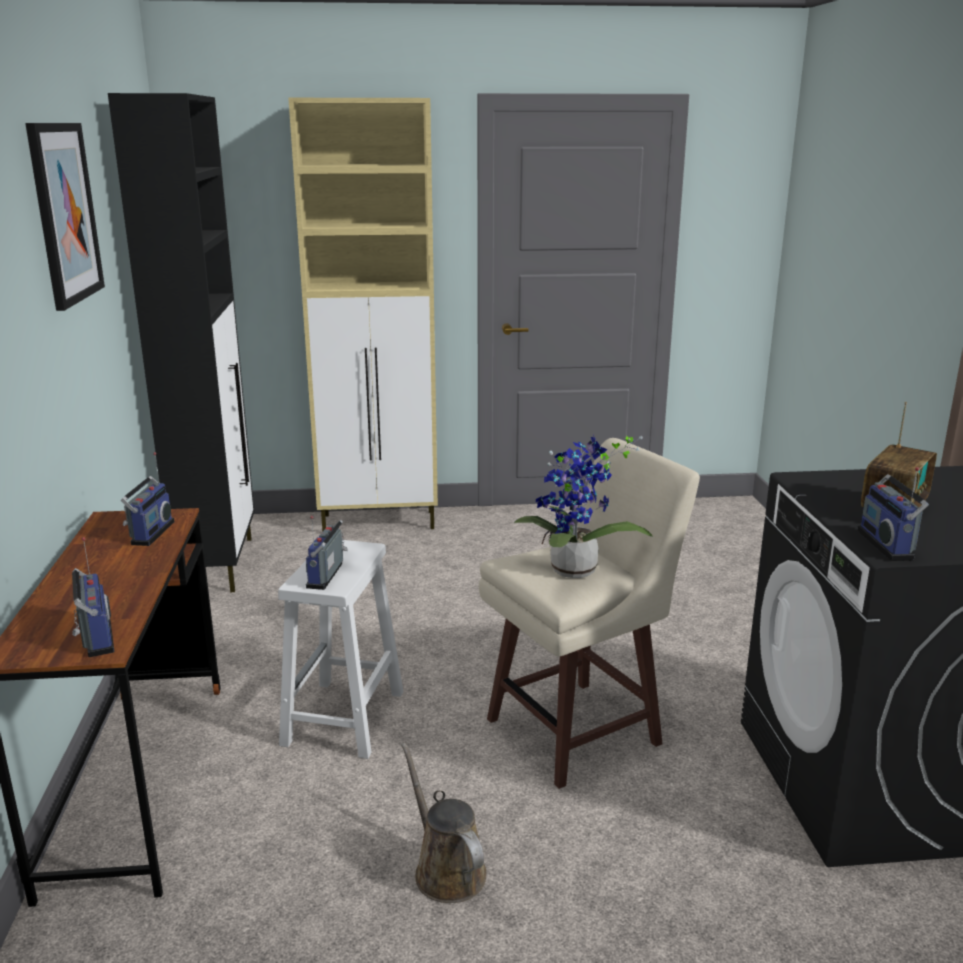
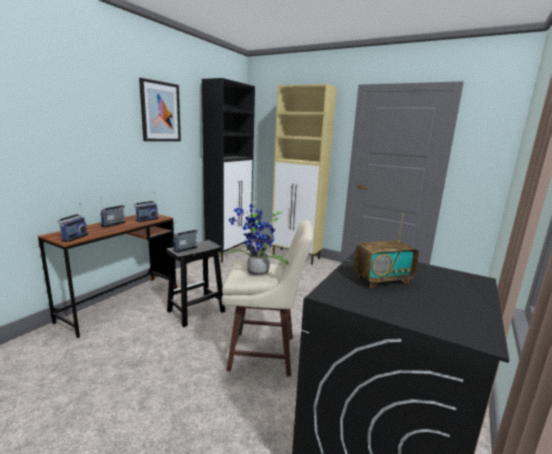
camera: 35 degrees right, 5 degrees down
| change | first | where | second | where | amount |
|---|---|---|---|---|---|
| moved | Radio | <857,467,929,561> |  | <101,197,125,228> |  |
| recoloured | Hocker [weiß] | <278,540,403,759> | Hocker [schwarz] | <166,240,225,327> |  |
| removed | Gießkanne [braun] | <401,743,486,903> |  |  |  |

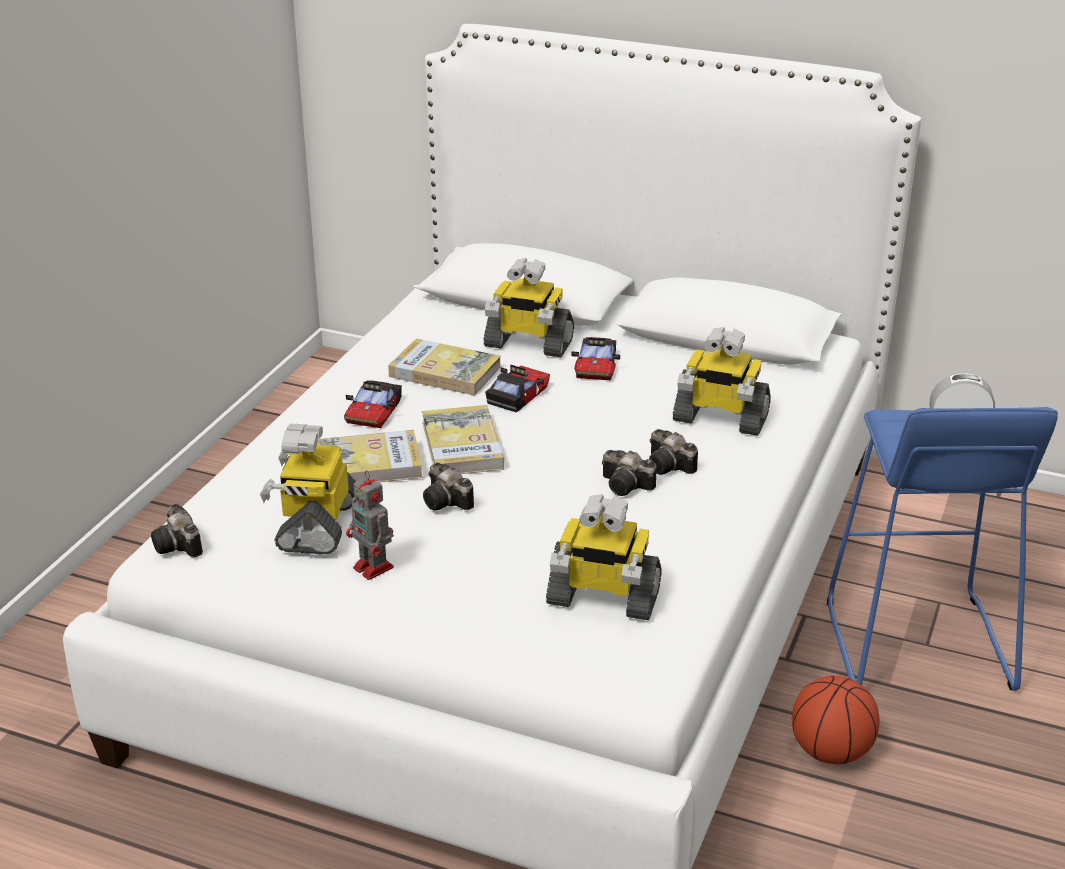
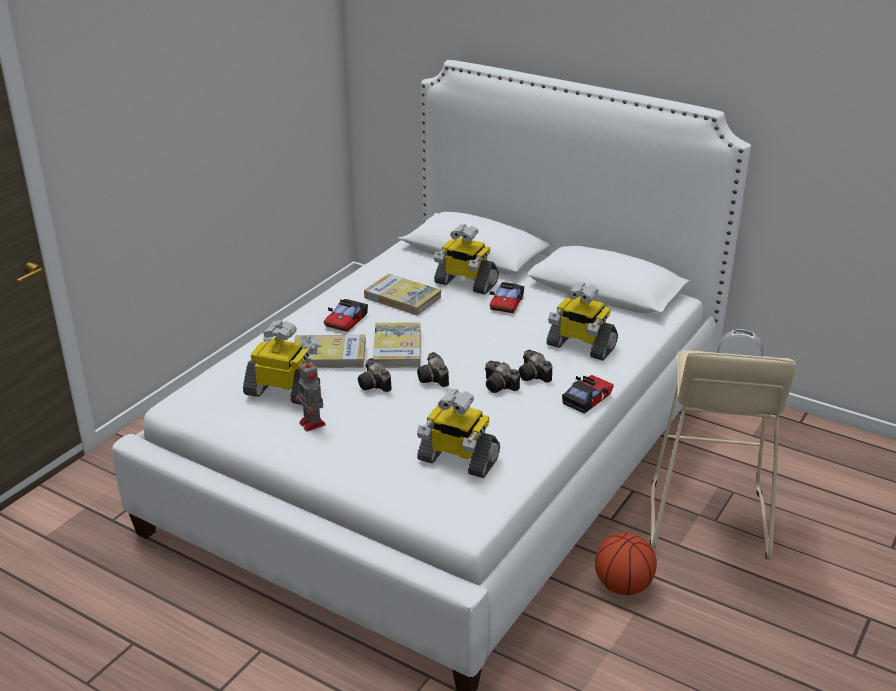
camera: 10 degrees right, 0 degrees up
| change | first | where | second | where | amount |
|---|---|---|---|---|---|
| turned | Spielzeugroboter | <260,424,356,555> |  | <243,320,320,405> | 90 degrees clockwise |
| moved | Kamera | <151,504,203,557> |  | <417,352,449,387> |  |
| moved | Spielzeugauto | <485,365,550,413> |  | <562,375,614,414> |  |
| recoloured | Hocker [blau] | <827,407,1058,691> | Hocker [beige] | <649,350,796,560> |  |

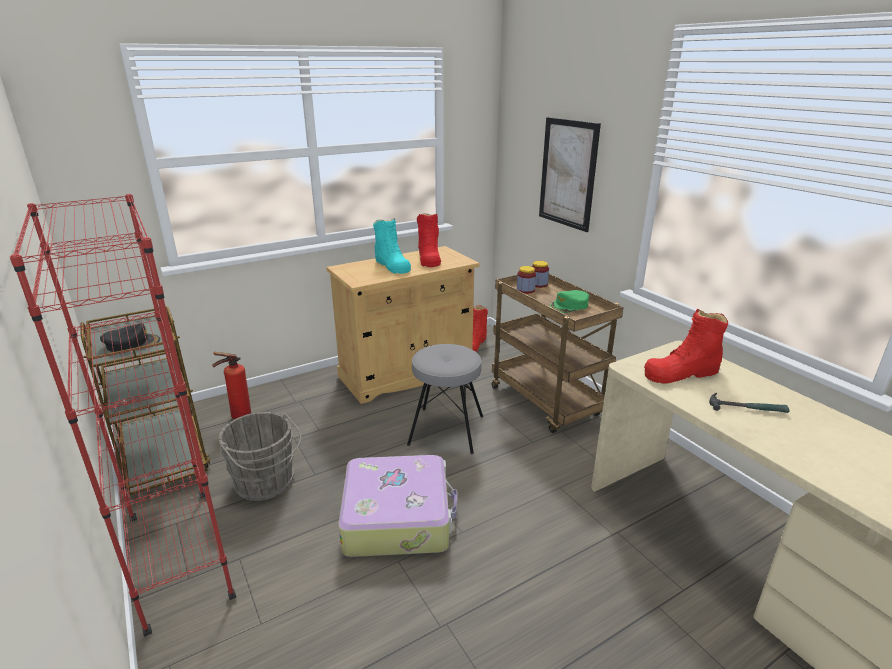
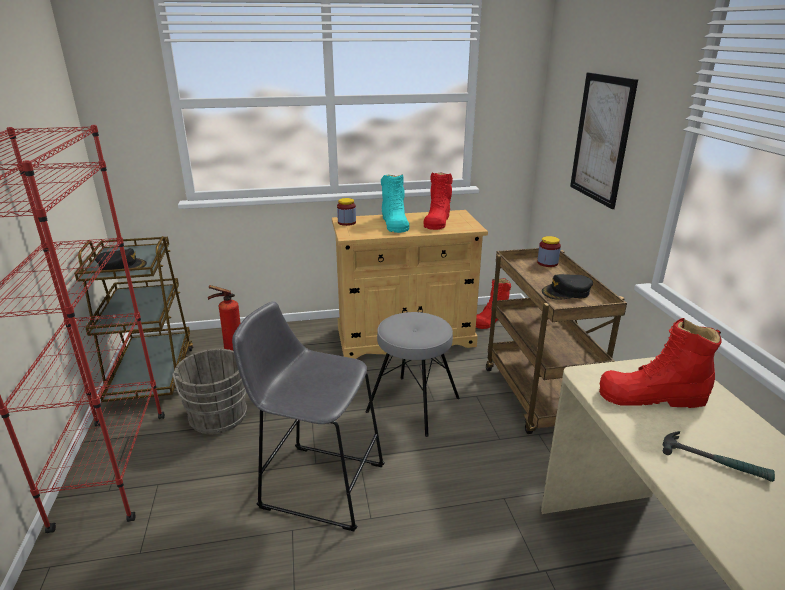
camera: 20 degrees right, 0 degrees up
| change | first | where | second | where | amount |
|---|---|---|---|---|---|
| replaced | Koffer | <338,455,457,557> | Hocker [grau] | <232,302,385,531> |  |
| moved | Vorratsglas | <517,266,536,294> |  | <337,198,356,226> |  |
| recoloured | Kappe [grün] | <550,290,589,313> | Kappe [schwarz] | <542,274,593,300> |  |

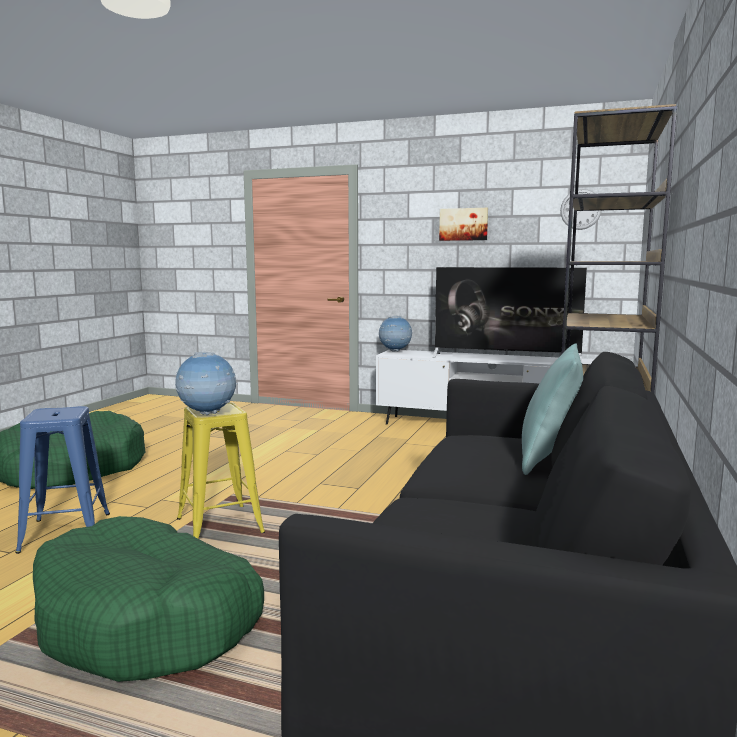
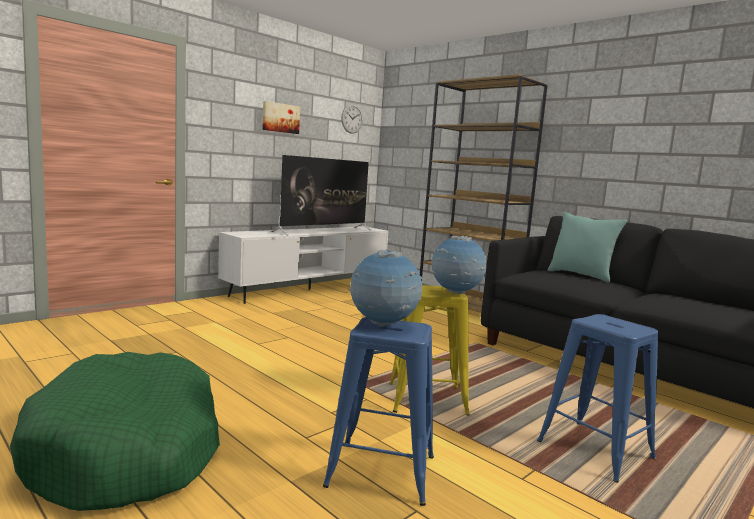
camera: 65 degrees left, 0 degrees up
| change | first | where | second | where | amount |
|---|---|---|---|---|---|
| moved | Globus | <379,316,413,352> |  | <348,249,422,327> |  |
| replaced | Hundebett [grün] | <33,516,264,682> | Hocker [blau] | <537,314,658,483> |  |

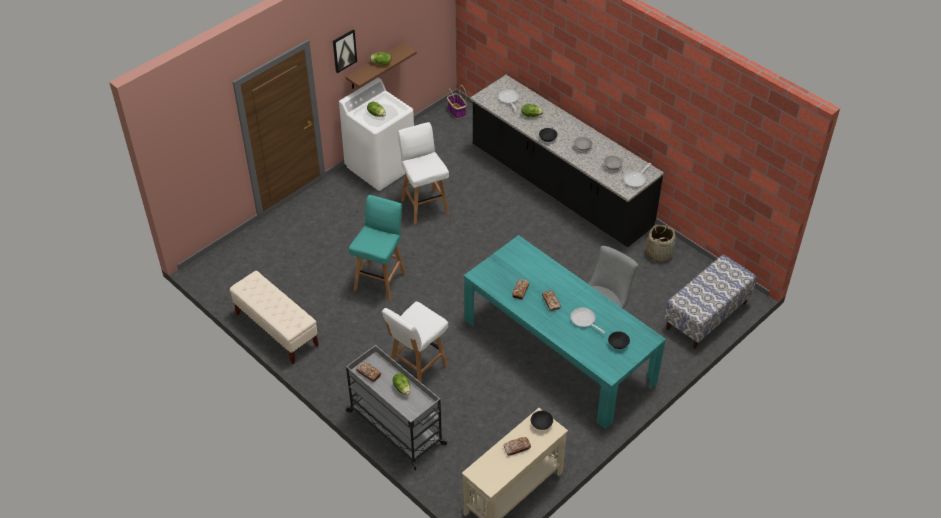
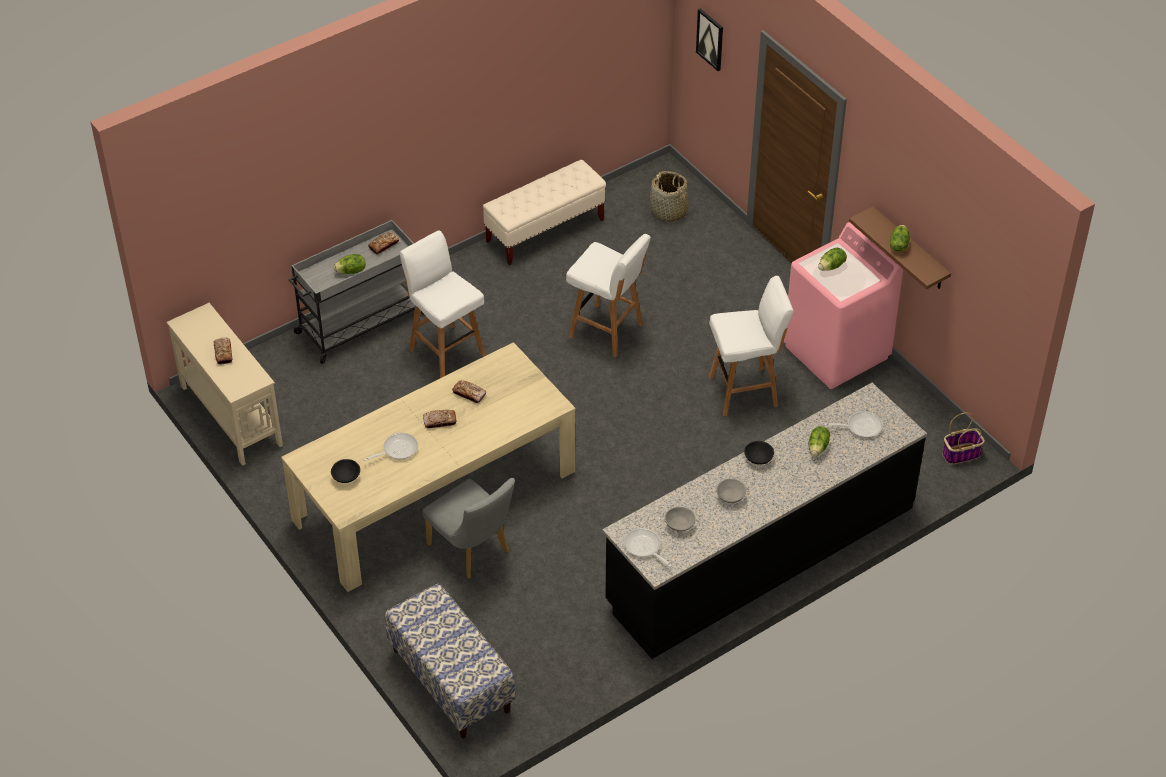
camera: 100 degrees right, 0 degrees up
| change | first | where | second | where | amount |
|---|---|---|---|---|---|
| recoloured | Esstisch [türkis] | <464,235,666,429> | Esstisch [beige] | <281,342,575,592> |  |
| recoloured | Hocker [türkis] | <349,195,406,301> | Hocker [weiß] | <566,234,651,357> |  |
| moved | Korb | <646,225,676,262> |  | <650,171,690,222> |  |
| moved | Bild | <333,30,357,73> |  | <696,8,723,71> |  |
| recoloured | Waschmaschine [weiß] | <339,78,414,191> | Waschmaschine [rosa] | <784,222,903,389> |  |
| removed | Schüssel [schwarz] | <531,411,553,430> |  |  |  |

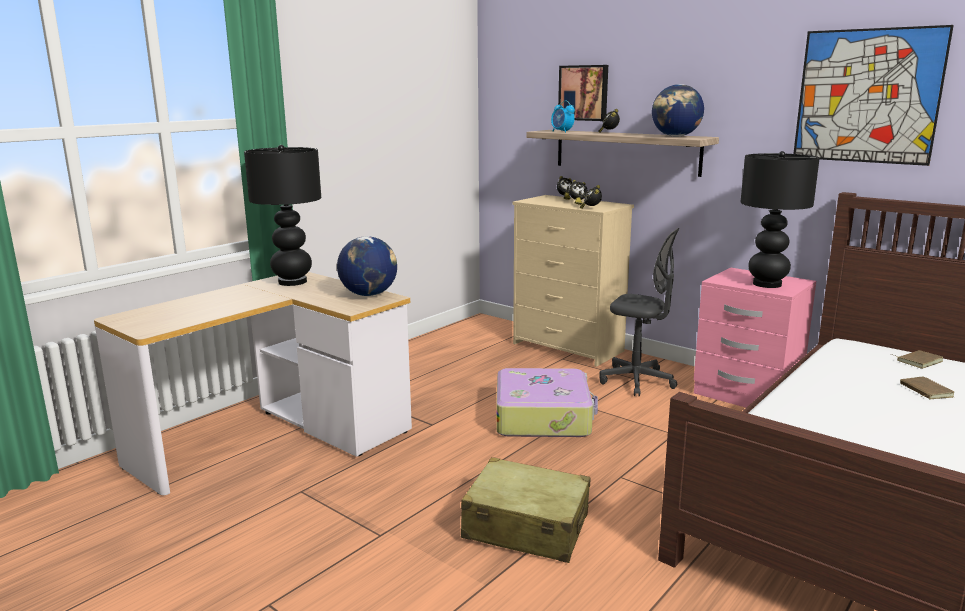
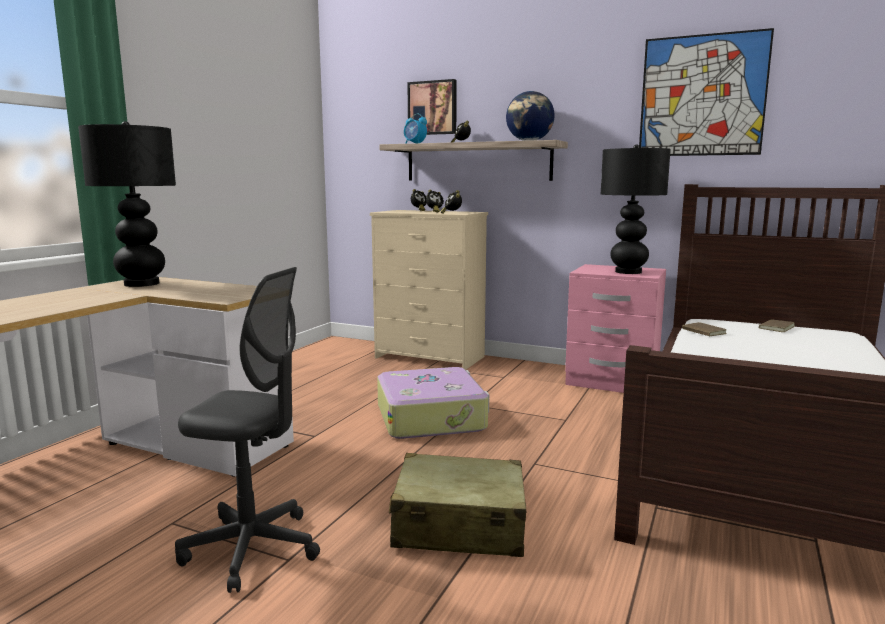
camera: 15 degrees left, 5 degrees down
| change | first | where | second | where | amount |
|---|---|---|---|---|---|
| moved | Bürostuhl [grau] | <600,228,679,397> |  | <175,267,320,593> |  |
| moved | Buch [braun] | <900,377,954,399> |  | <682,322,727,336> |  |
| removed | Globus | <337,236,397,296> |  |  |  |

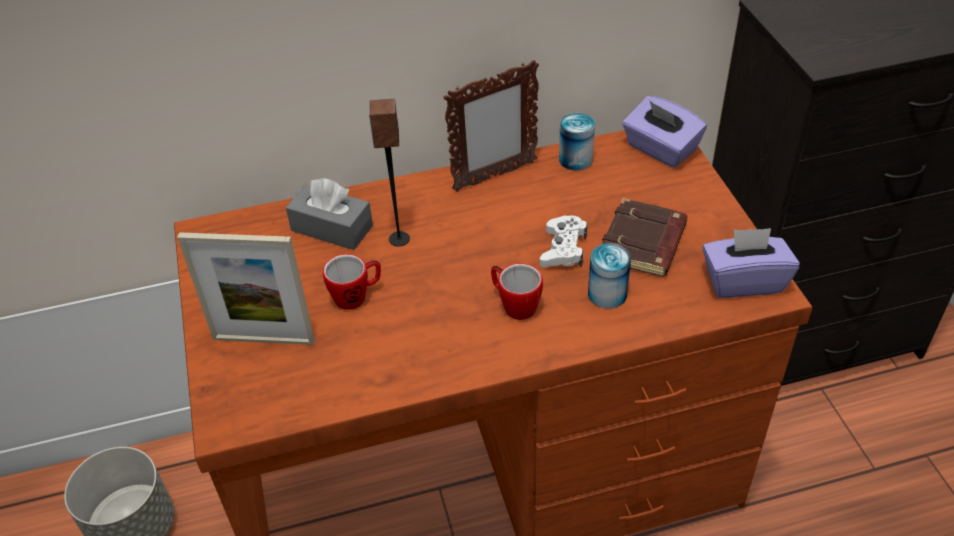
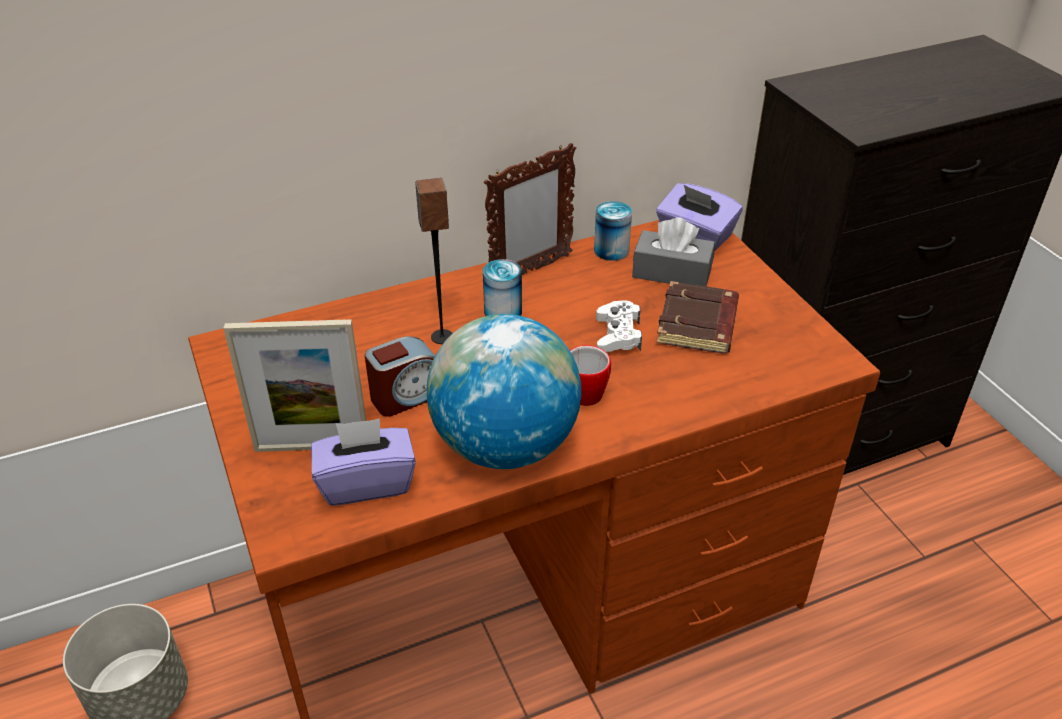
camera: 10 degrees left, 5 degrees down
| change | first | where | second | where | amount |
|---|---|---|---|---|---|
| moved | Taschentuchbox [lila] | <702,228,800,298> |  | <311,419,416,506> |  |
| replaced | Henkelbecher | <323,254,381,310> | Wecker | <365,336,435,417> |  |
| added |  |  | Globus | <426,314,581,469> |  |
| moved | Dose | <588,244,631,309> |  | <483,259,522,316> |  |
| moved | Taschentuchbox [grau] | <286,178,373,250> |  | <632,217,715,286> |  |

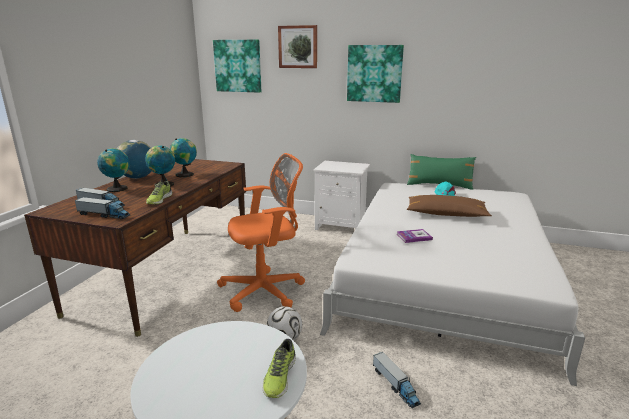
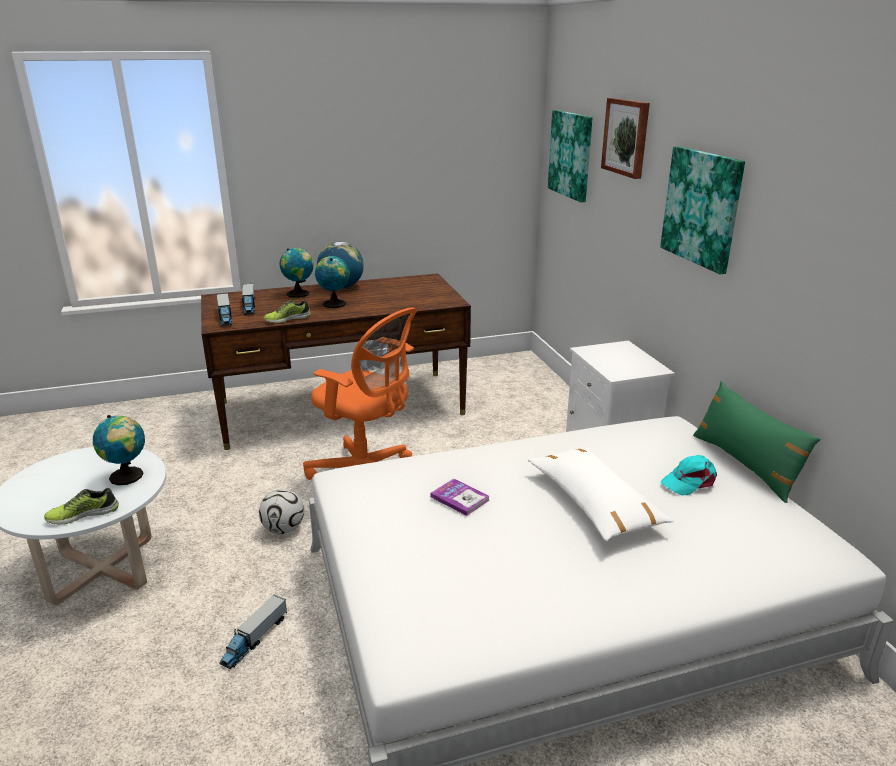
camera: 55 degrees right, 5 degrees up
| change | first | where | second | where | amount |
|---|---|---|---|---|---|
| moved | Globus | <170,138,197,177> |  | <93,415,145,485> |  |
| recoloured | Kissen [braun] | <407,195,492,217> | Kissen [weiß] | <528,448,674,541> |  |

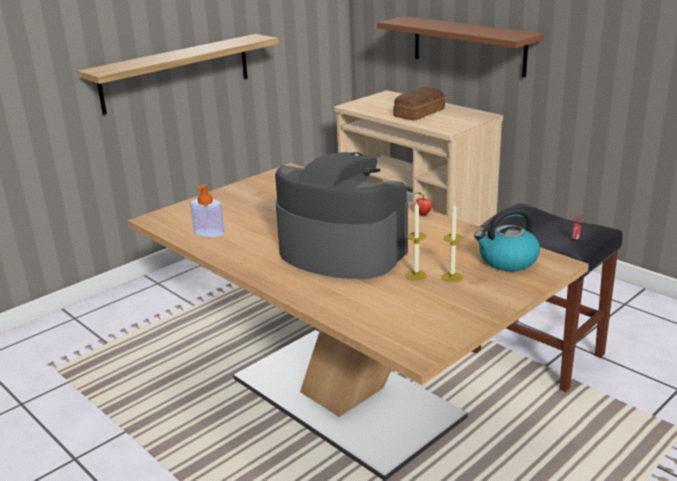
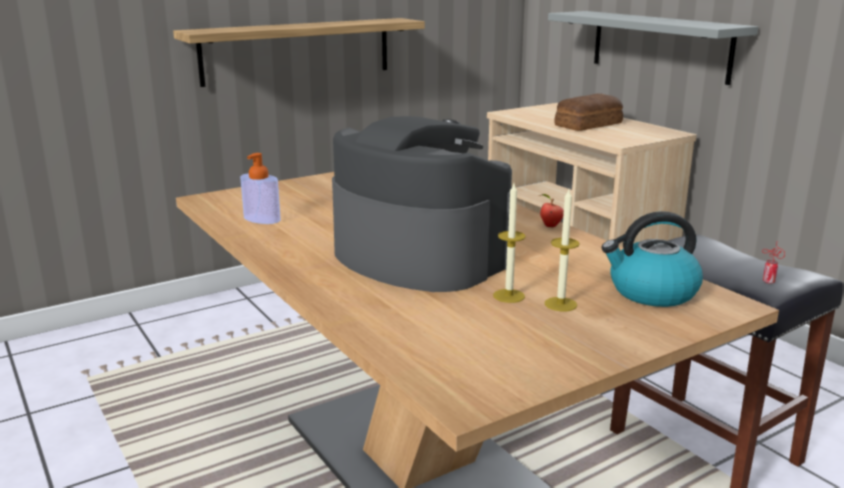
camera: 10 degrees right, 5 degrees down
| change | first | where | second | where | amount |
|---|---|---|---|---|---|
| recoloured | Wandregal [braun] | <377,16,544,77> | Wandregal [grau] | <548,11,758,85> |  |

